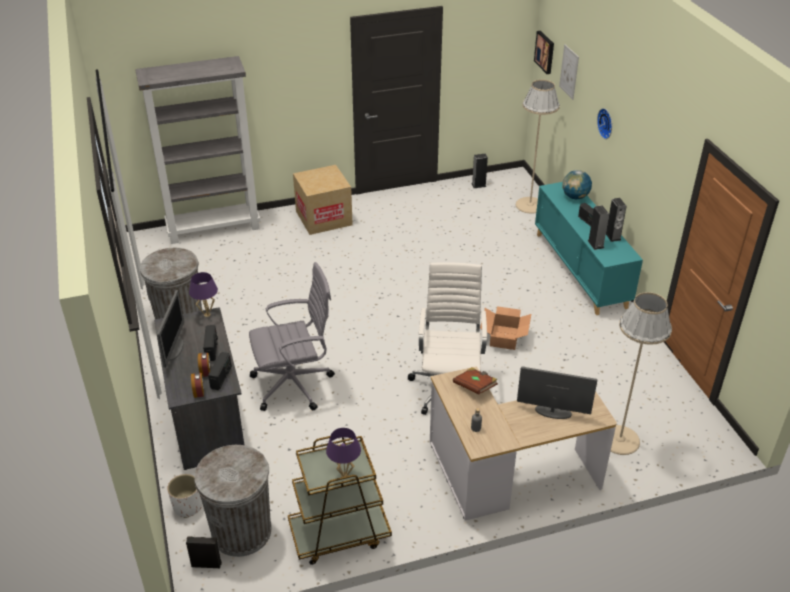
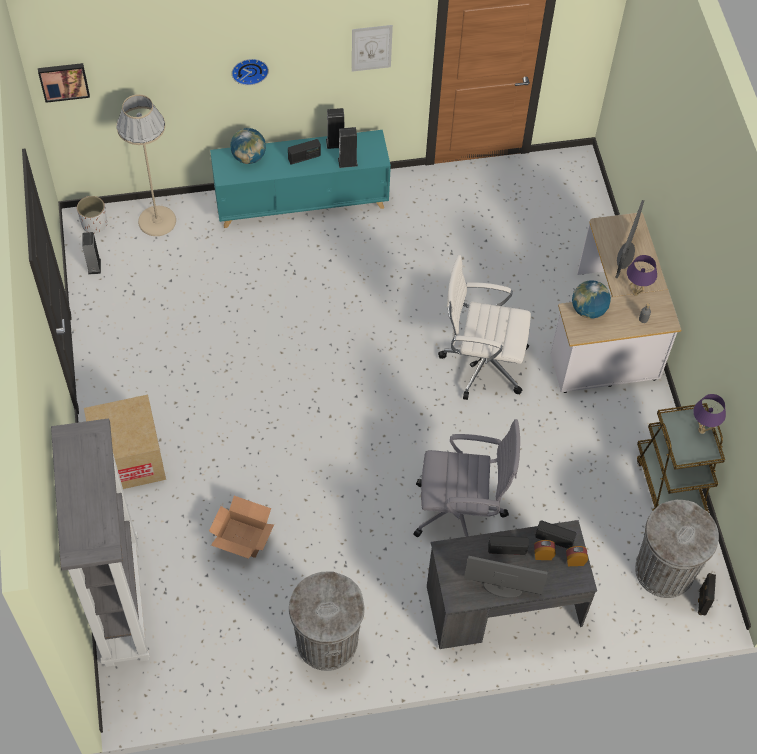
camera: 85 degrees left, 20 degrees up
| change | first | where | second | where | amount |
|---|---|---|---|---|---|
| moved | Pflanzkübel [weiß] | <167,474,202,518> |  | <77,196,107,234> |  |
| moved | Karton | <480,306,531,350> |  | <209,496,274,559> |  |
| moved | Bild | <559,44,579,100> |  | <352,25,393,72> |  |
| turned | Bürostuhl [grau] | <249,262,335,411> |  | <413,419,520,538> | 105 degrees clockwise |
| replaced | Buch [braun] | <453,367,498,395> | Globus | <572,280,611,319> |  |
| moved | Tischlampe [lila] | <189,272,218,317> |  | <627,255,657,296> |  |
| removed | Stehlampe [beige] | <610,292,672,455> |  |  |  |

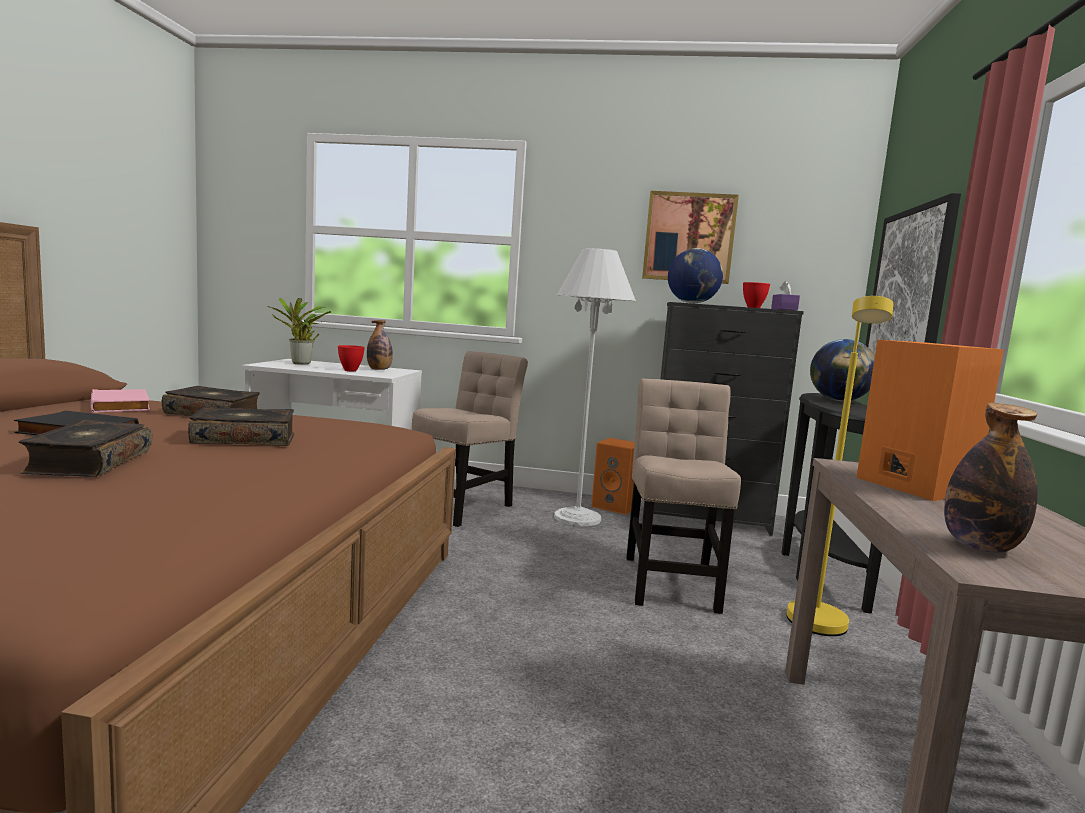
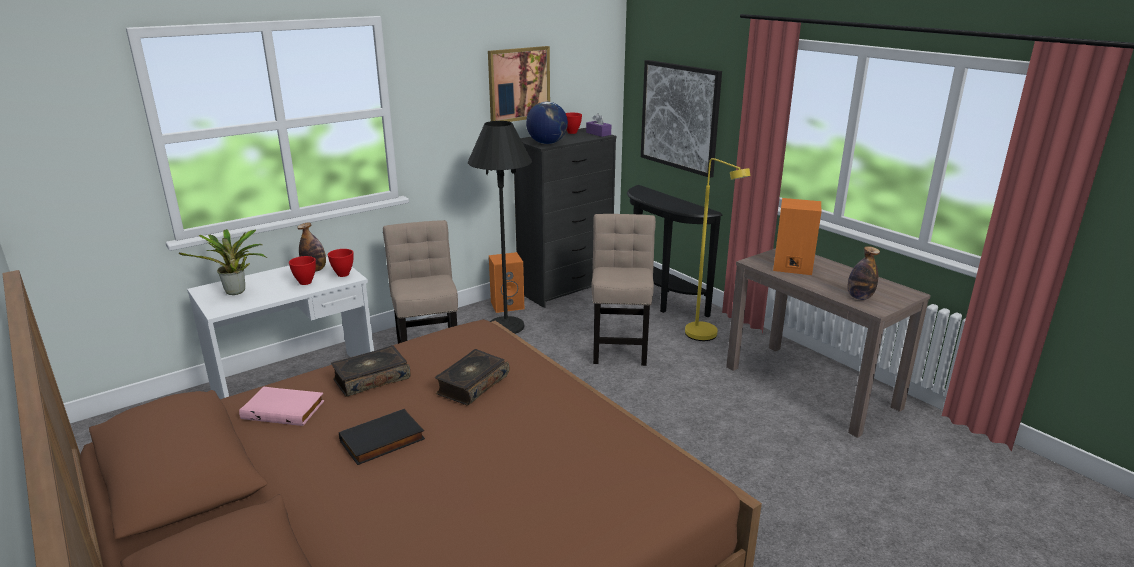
camera: 45 degrees left, 15 degrees up
| change | first | where | second | where | amount |
|---|---|---|---|---|---|
| added |  |  | Schüssel [rot] | <328,249,353,277> |  |
| recoloured | Stehlampe [weiß] | <554,248,636,526> | Stehlampe [schwarz] | <468,121,532,334> |  |
| turned | Stuhl [beige] | <626,379,741,614> |  | <592,214,656,366> | 45 degrees clockwise |
| removed | Buch | <19,419,152,477> |  |  |  |
| removed | Globus | <810,339,875,401> |  |  |  |

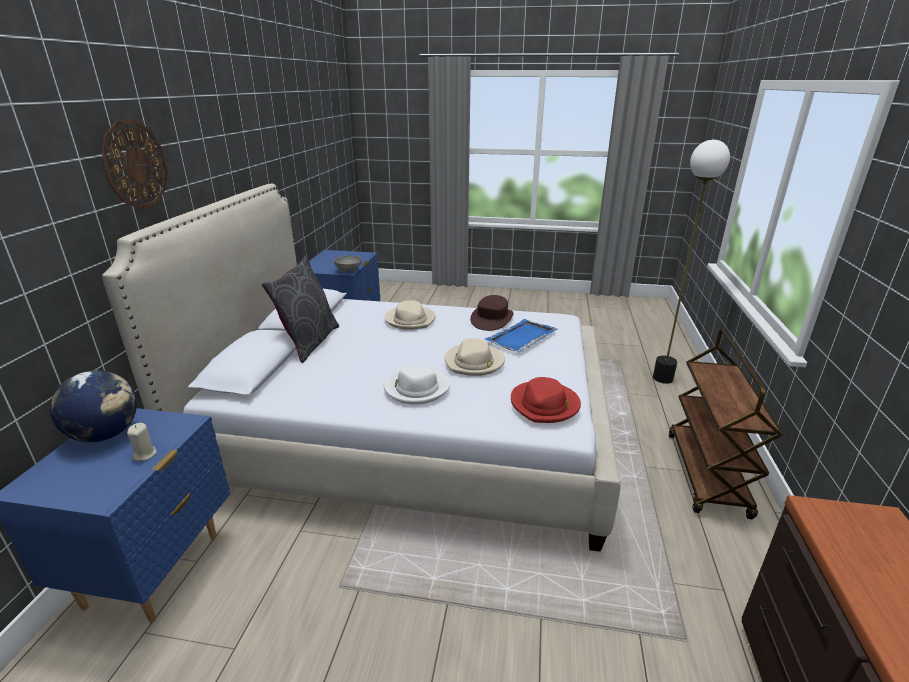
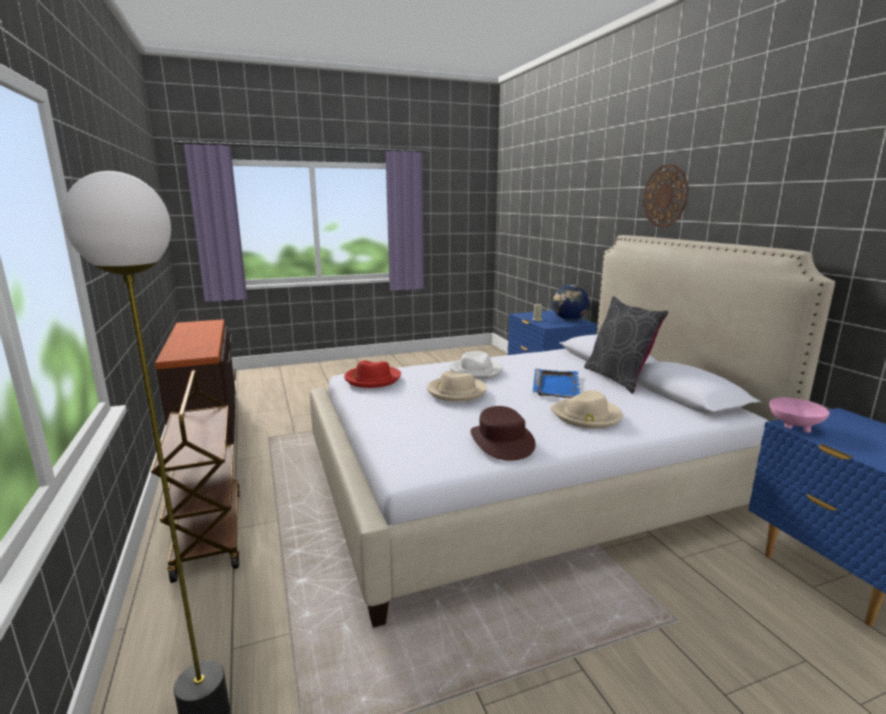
camera: 150 degrees right, 10 degrees down
| change | first | where | second | where | amount |
|---|---|---|---|---|---|
| moved | Tablett [blau] | <484,319,558,352> |  | <533,369,581,398> |  |
| recoloured | Schüssel [grau] | <333,255,362,273> | Schüssel [rosa] | <769,398,830,433> |  |

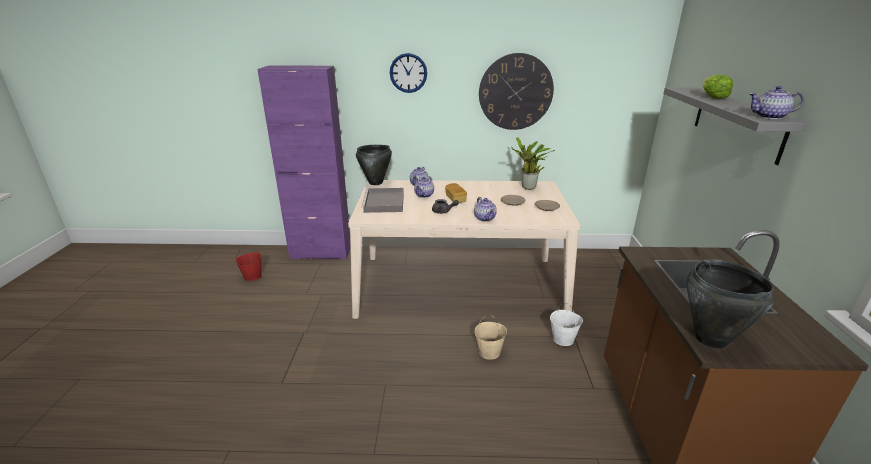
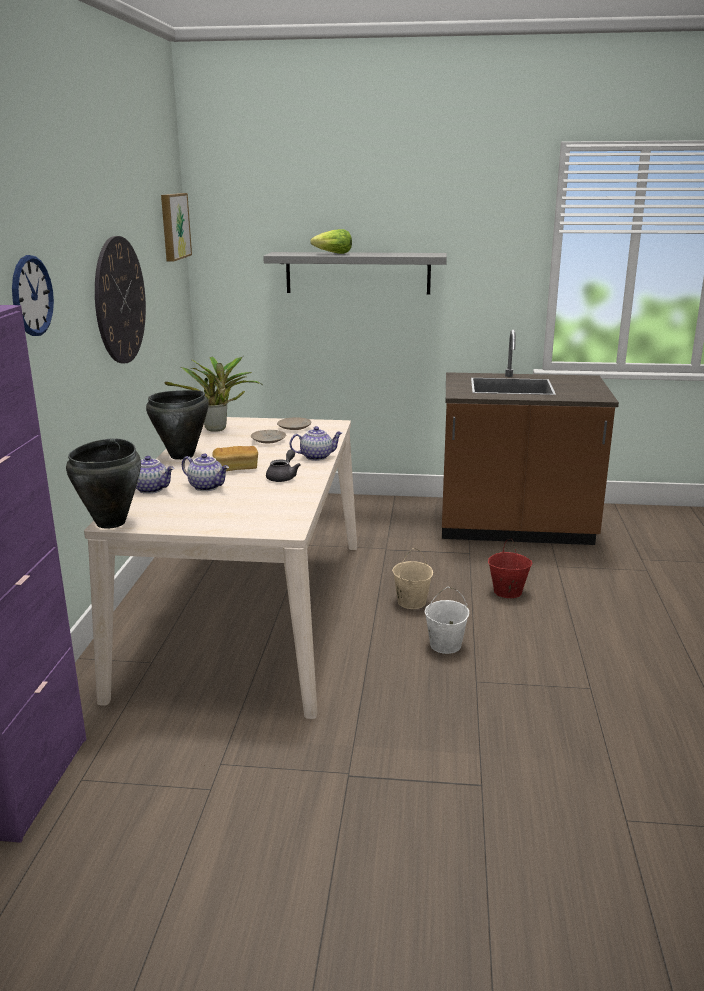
camera: 85 degrees left, 5 degrees down
| change | first | where | second | where | amount |
|---|---|---|---|---|---|
| moved | Kochtopf [schwarz] | <687,259,775,349> |  | <146,390,209,460> |  |
| added |  |  | Bild | <161,193,192,261> |  |
| moved | Eimer [weiß] | <550,303,583,346> |  | <425,587,469,654> |  |
| moved | Eimer [rot] | <236,245,262,281> |  | <488,539,532,598> |  |
| removed | Tablett [grau] | <361,188,404,213> |  |  |  |
| removed | Teekanne | <749,86,804,119> |  |  |  |

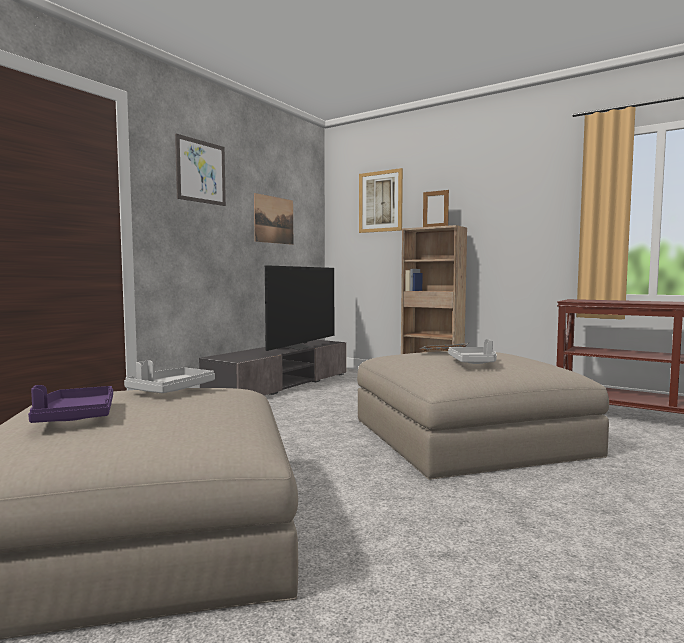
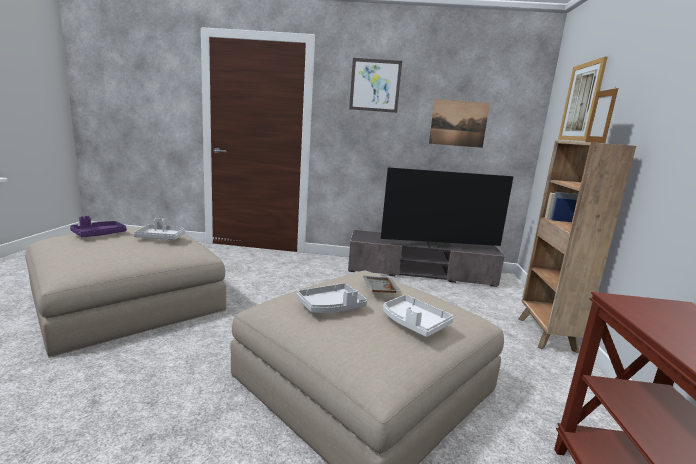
camera: 60 degrees right, 10 degrees up
| change | first | where | second | where | amount |
|---|---|---|---|---|---|
| added |  |  | Tablett [weiß] | <383,295,454,337> |  |

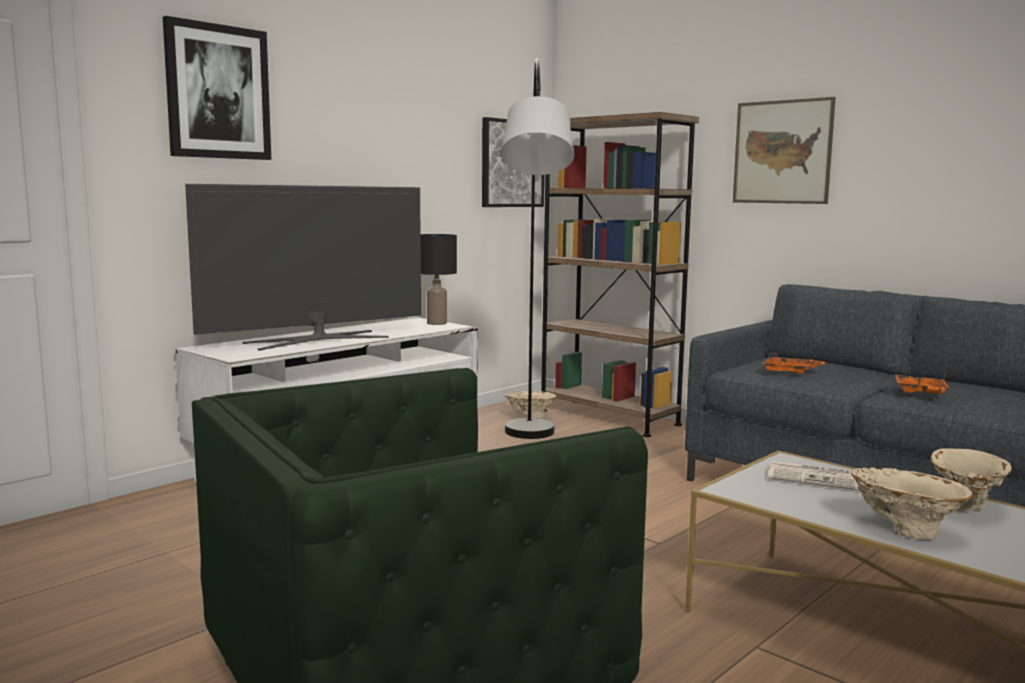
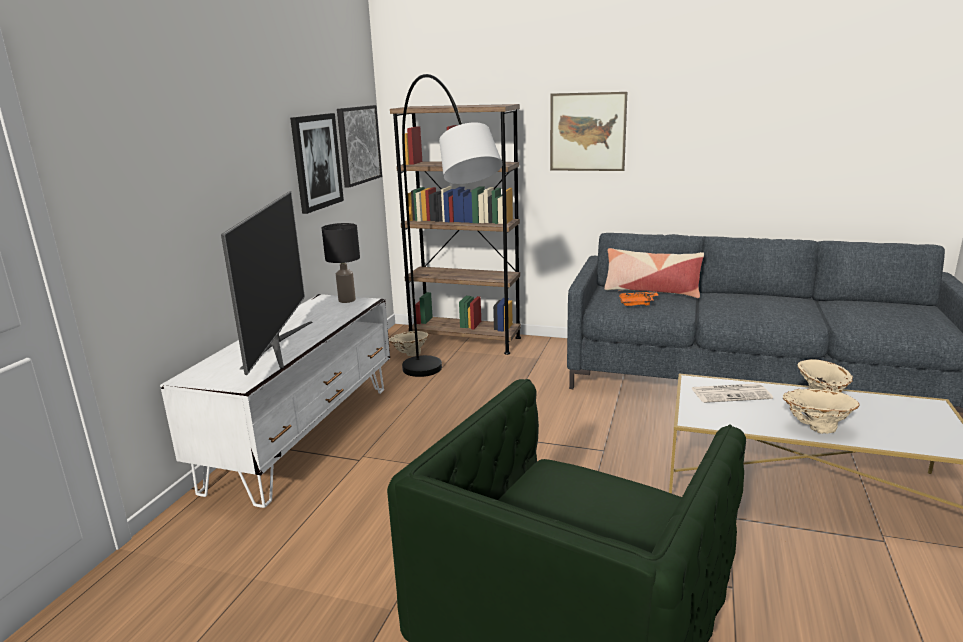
camera: 25 degrees left, 10 degrees up
| change | first | where | second | where | amount |
|---|---|---|---|---|---|
| turned | Fernseher | <185,184,421,351> |  | <221,191,312,375> | 150 degrees clockwise |
| moved | Bild | <163,16,271,160> |  | <290,113,344,214> |  |
| added |  |  | Kissen | <604,248,704,298> |  |
| removed | Tablett [orange] | <895,375,949,395> |  |  |  |

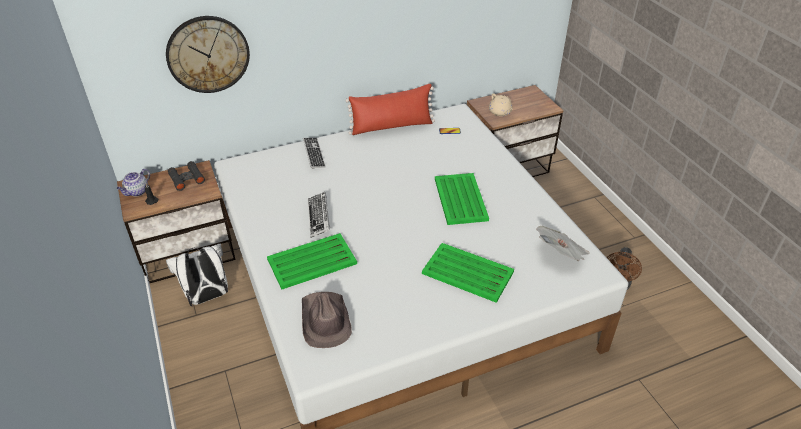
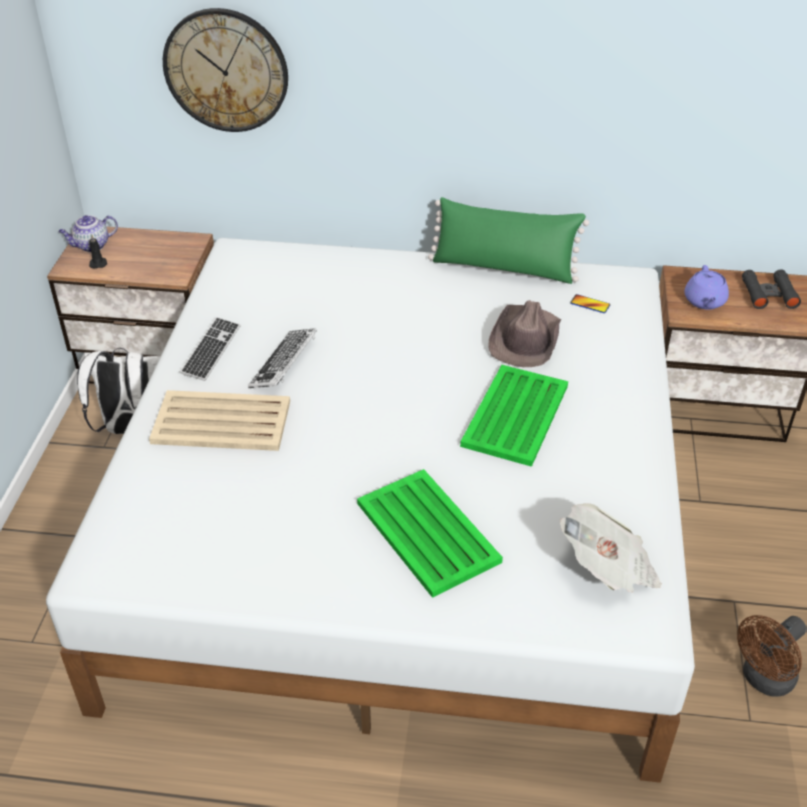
camera: 30 degrees right, 0 degrees up
| change | first | where | second | where | amount |
|---|---|---|---|---|---|
| recoloured | Tablett [grün] | <267,233,357,290> | Tablett [beige] | <149,390,290,451> |  |
| moved | Tastatur | <303,138,326,169> |  | <180,317,241,381> |  |
| recoloured | Kissen [rot] | <345,84,435,135> | Kissen [grün] | <428,197,589,284> |  |
| moved | Hut [braun] | <302,292,352,348> |  | <488,300,561,367> |  |
| recoloured | Teekanne [beige] | <489,93,513,116> | Teekanne [lila] | <684,265,729,310> |  |
| moved | Fernglas [schwarz] | <168,161,205,191> |  | <742,269,801,309> |  |

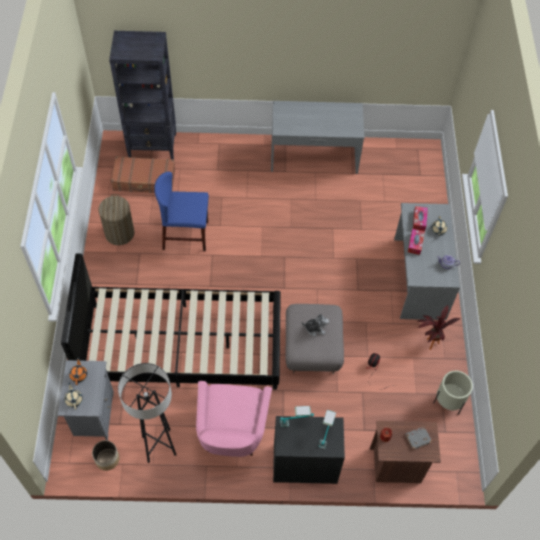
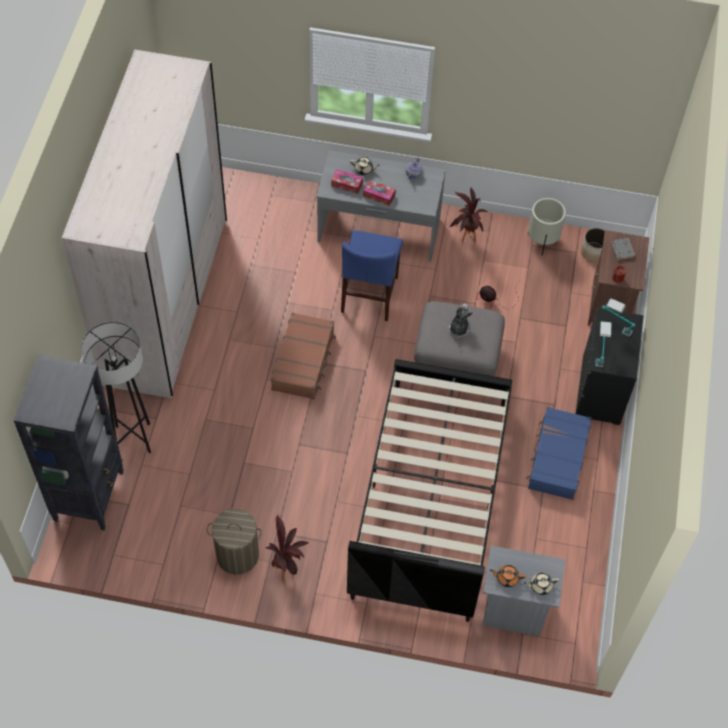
camera: 80 degrees left, 0 degrees up
| change | first | where | second | where | amount |
|---|---|---|---|---|---|
| replaced | Schreibtisch [grau] | <271,101,364,174> | Kleiderschrank [beige] | <62,50,227,398> |  |
| moved | Stehlampe [schwarz] | <118,363,176,463> |  | <81,322,151,453> |  |
| added |  |  | Topfpflanze | <265,515,308,581> |  |
| moved | Koffer [braun] | <111,156,175,193> |  | <271,312,336,399> |  |
| moved | Stuhl [blau] | <154,172,209,251> |  | <341,230,403,321> |  |
| replaced | Sessel [rosa] | <196,381,272,457> | Koffer [blau] | <526,407,592,500> |  |
| moved | Pflanzkübel | <92,440,119,471> |  | <581,228,605,262> |  |

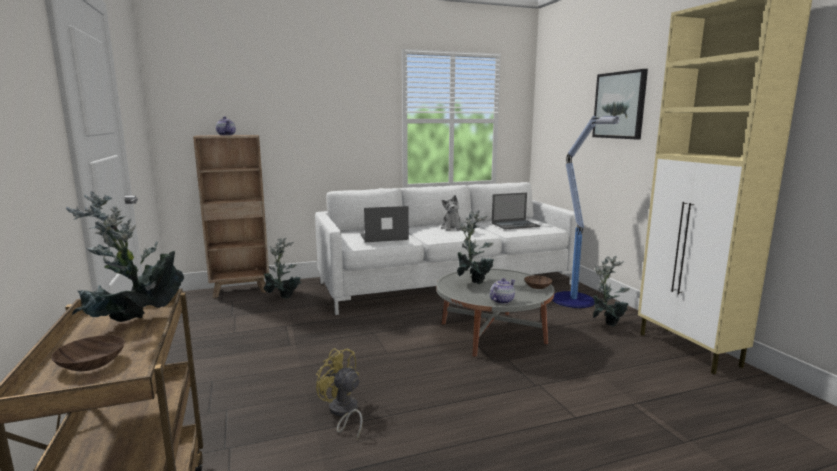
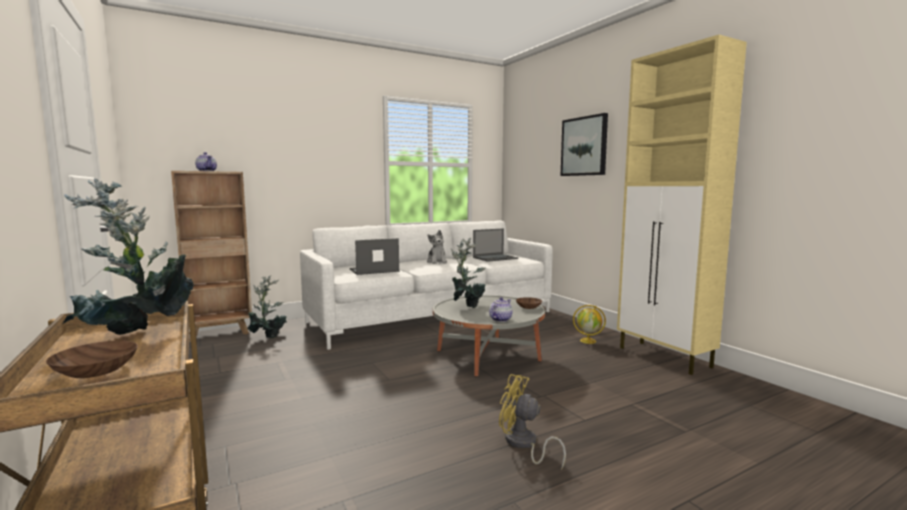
camera: 10 degrees left, 5 degrees down
| change | first | where | second | where | amount |
|---|---|---|---|---|---|
| moved | Ventilator [gelb] | <316,348,363,440> |  | <499,374,566,470> |  |
| replaced | Topfpflanze | <593,256,630,327> | Globus | <573,305,606,344> |  |
| removed | Stehlampe | <552,116,620,308> |  |  |  |

